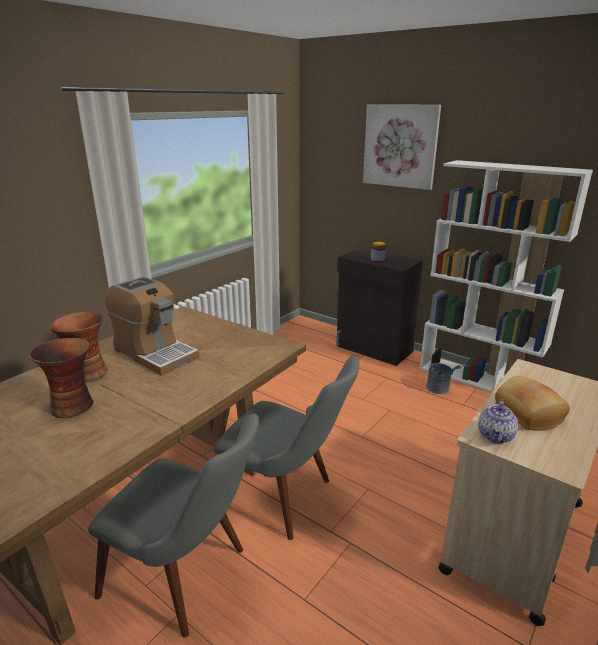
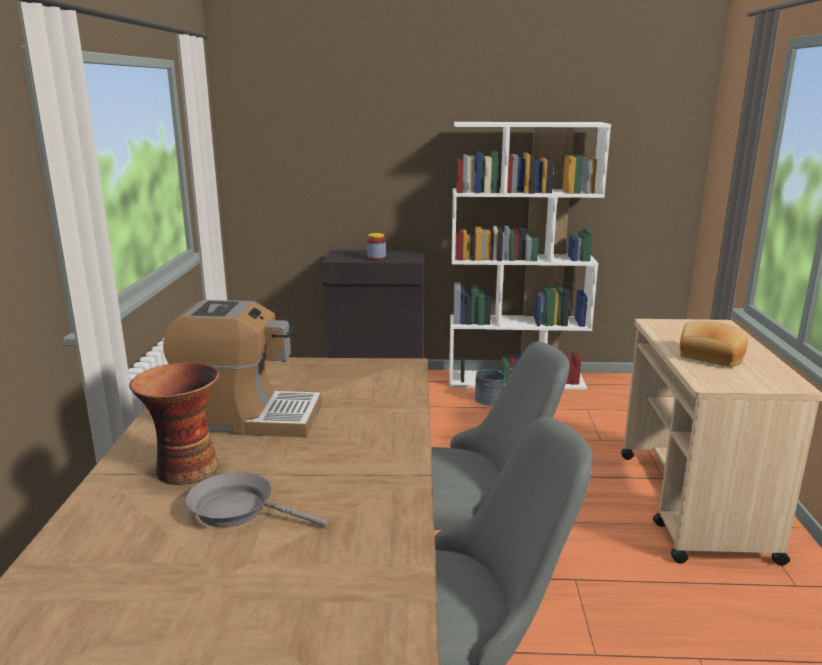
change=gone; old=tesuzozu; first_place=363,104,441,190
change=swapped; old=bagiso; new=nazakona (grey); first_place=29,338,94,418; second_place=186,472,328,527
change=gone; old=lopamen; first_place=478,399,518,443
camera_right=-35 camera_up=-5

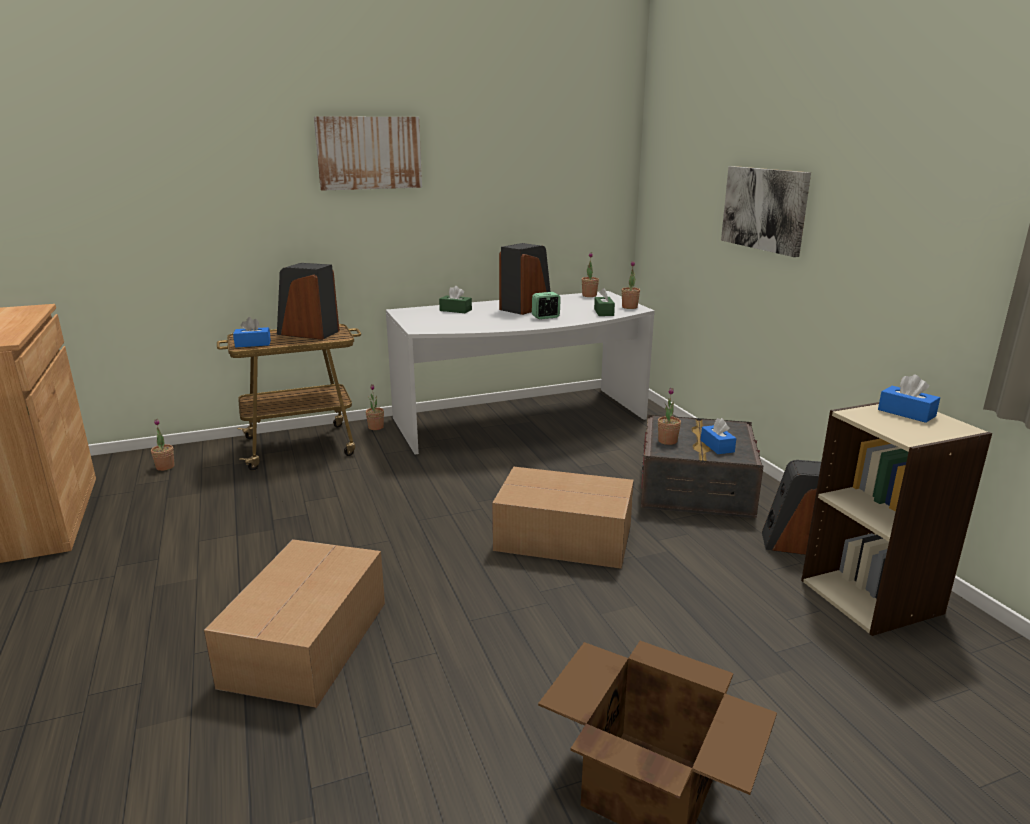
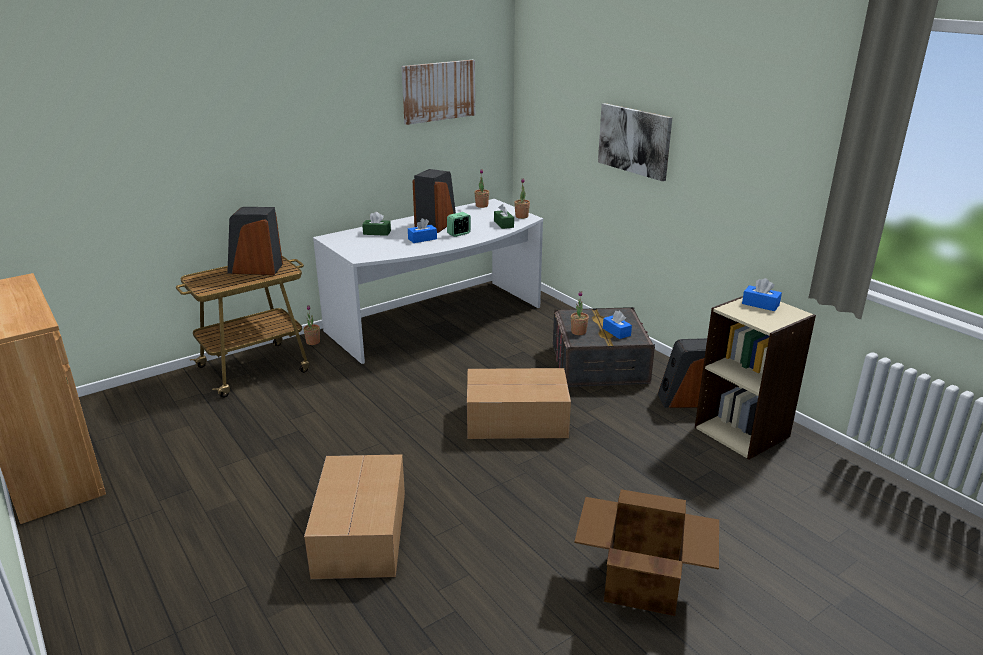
change=shifted; old=tesuzozu; first_place=314,116,422,191; second_place=402,60,475,125
change=shifted; old=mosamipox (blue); first_place=233,317,271,348; second_place=408,218,437,243
change=gone; old=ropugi; first_place=151,419,175,471
camera_right=-15 camera_up=5

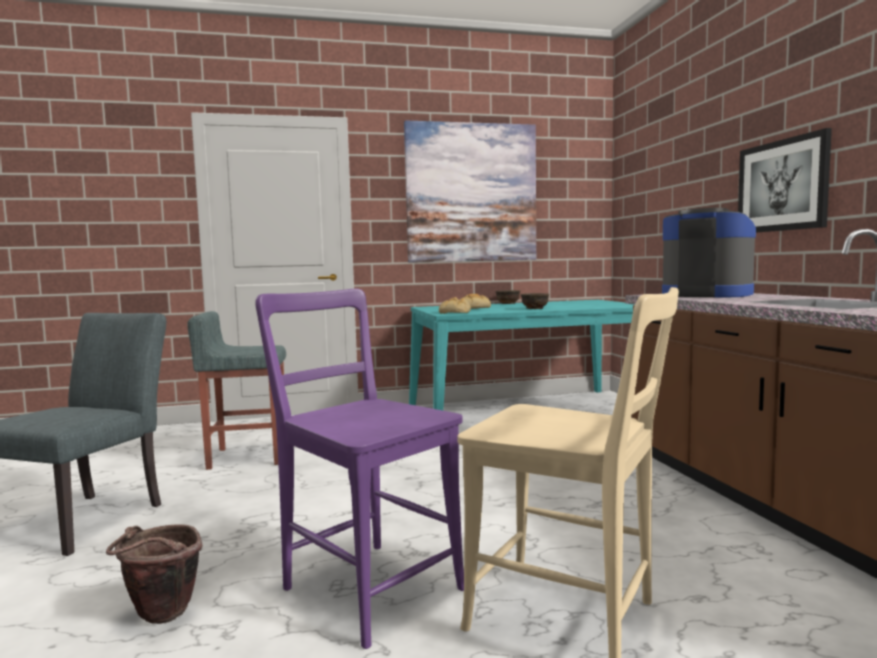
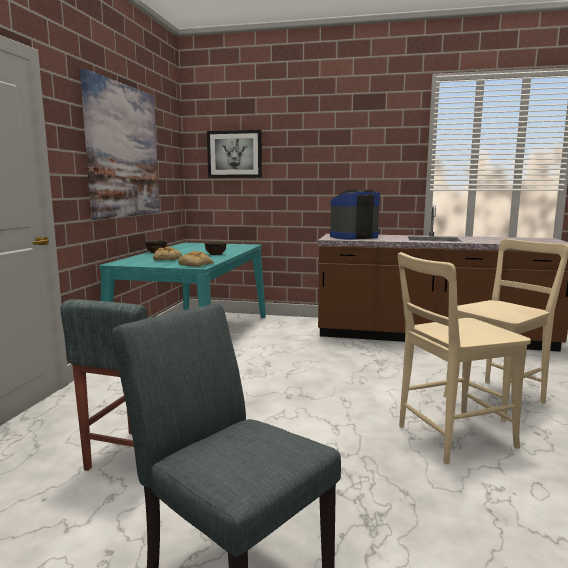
change=shifted; old=tesuzozu; first_place=738,128,832,233; second_place=207,130,262,178
change=repainted; old=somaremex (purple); new=somaremex (beige); first_place=255,289,464,649; second_place=398,252,531,464
change=gone; old=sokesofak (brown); first_place=106,524,203,624
camera_right=-65 camera_up=5

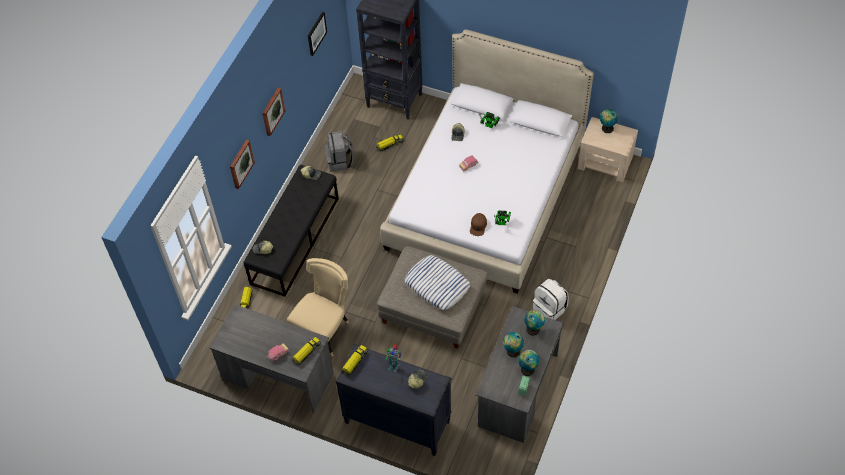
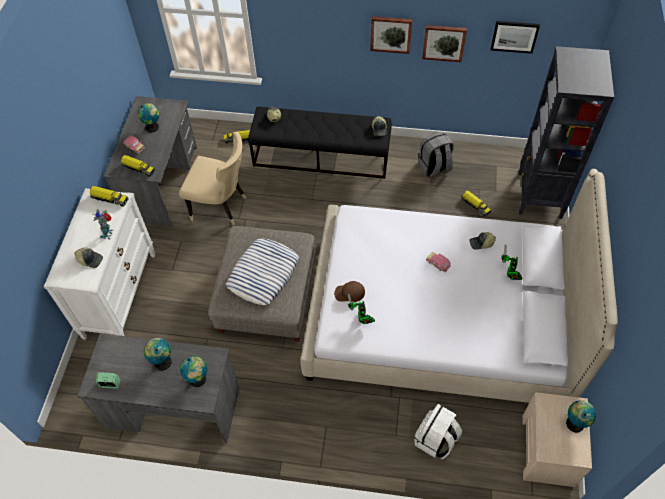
change=shifted; old=tesuzozu; first_place=230,139,255,189; second_place=422,25,467,62
change=shifted; old=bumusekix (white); first_place=533,279,569,320; second_place=414,404,462,459
change=repainted; old=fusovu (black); new=fusovu (white); first_place=335,344,452,456; second_place=44,188,156,340
change=shifted; old=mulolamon; first_place=518,350,539,376; second_place=138,103,159,133
camera_right=75 camera_up=0

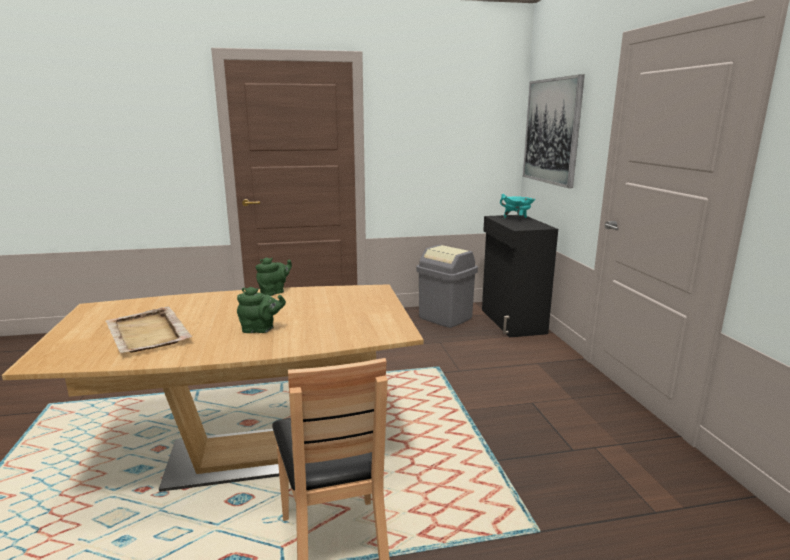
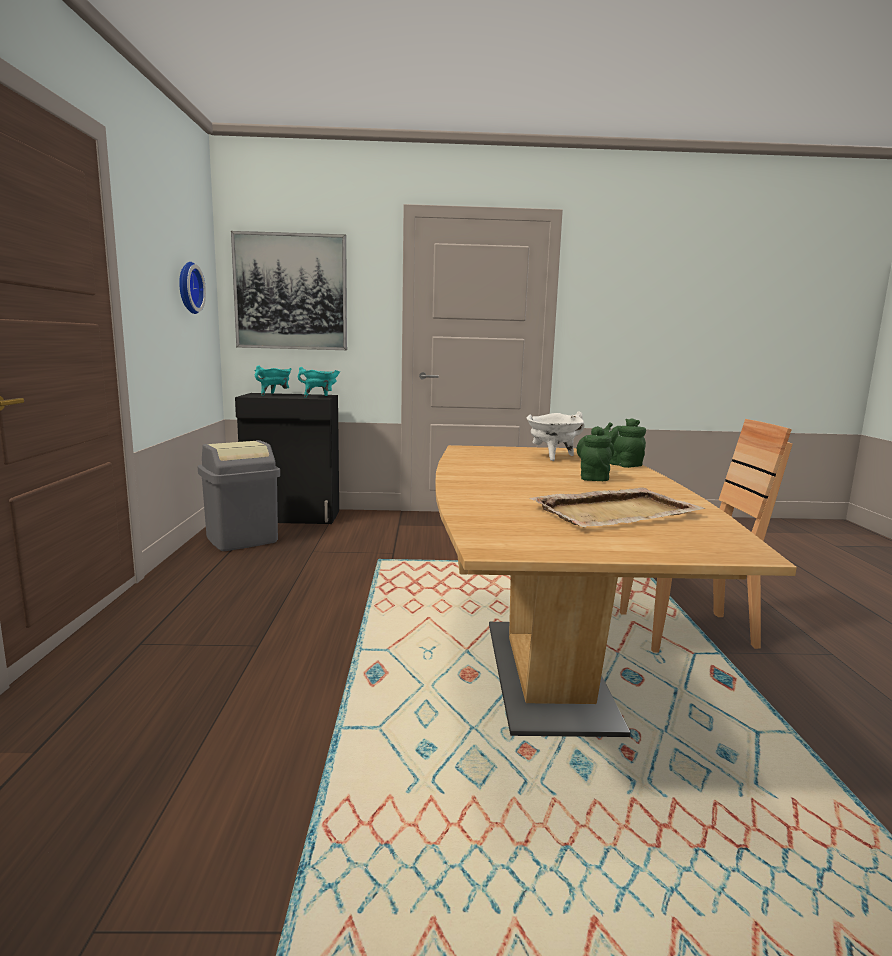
change=shifted; old=lopamen (green); first_place=256,257,292,296; second_place=604,418,646,468
change=new; new=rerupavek; second_place=179,262,206,314
change=new; new=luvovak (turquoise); second_place=298,367,340,398
change=new; new=luvovak (white); second_place=526,412,585,461
camera_right=-80 camera_up=-5

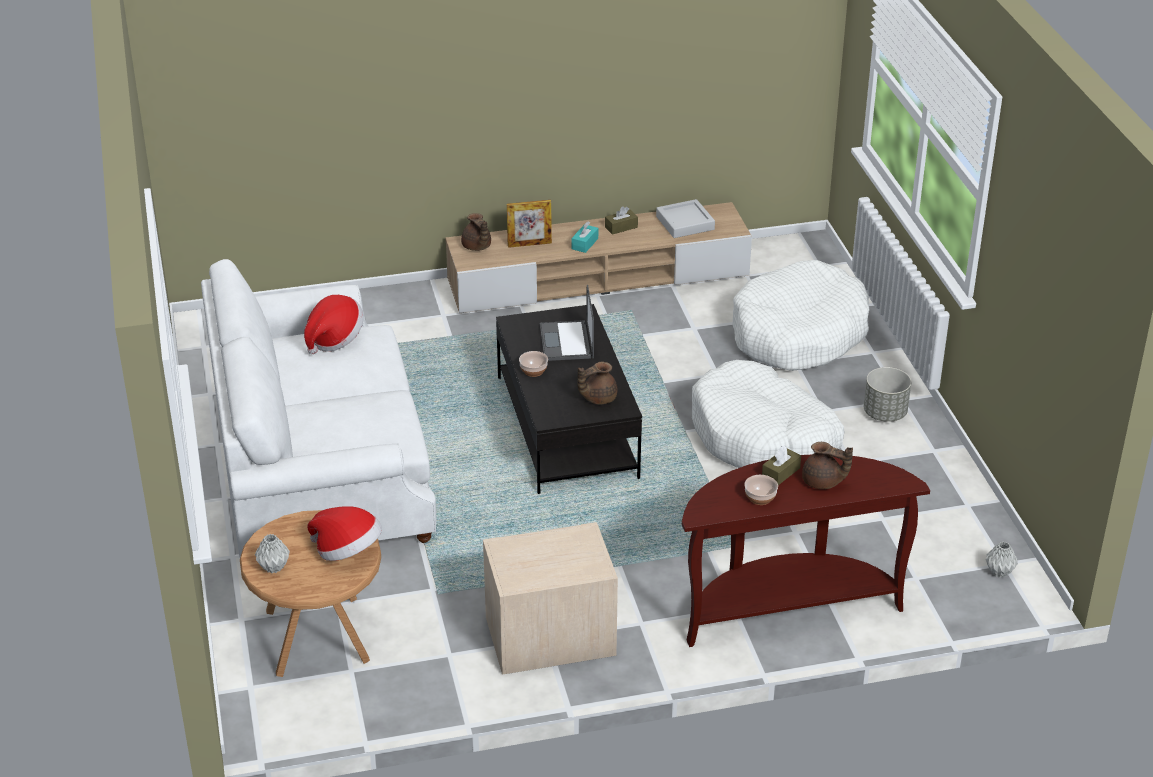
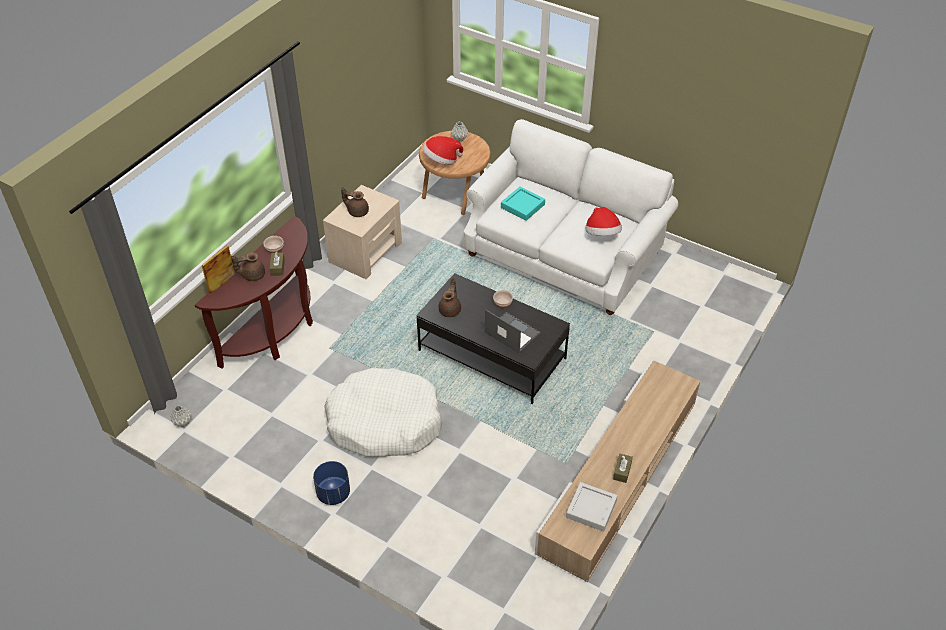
change=shifted; old=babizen; first_place=507,200,552,248; second_place=202,245,235,294
change=shifted; old=lopamen (brown); first_place=461,213,491,251; second_place=341,187,369,217
change=gone; old=mosamipox (turquoise); first_place=571,222,598,253
change=gone; old=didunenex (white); first_place=733,260,869,371
change=repainted; old=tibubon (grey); new=tibubon (blue); first_place=864,367,911,422; second_place=313,461,350,505
change=new; new=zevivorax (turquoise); second_place=501,186,545,221
camera_right=135 camera_up=10

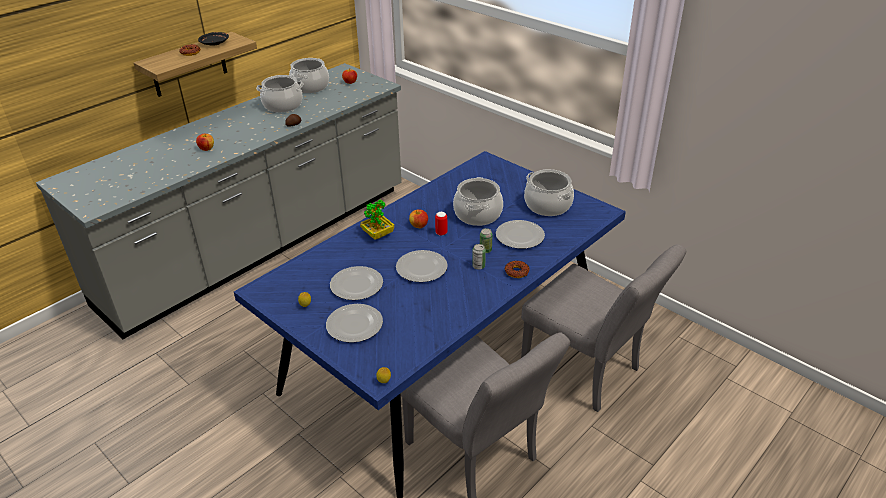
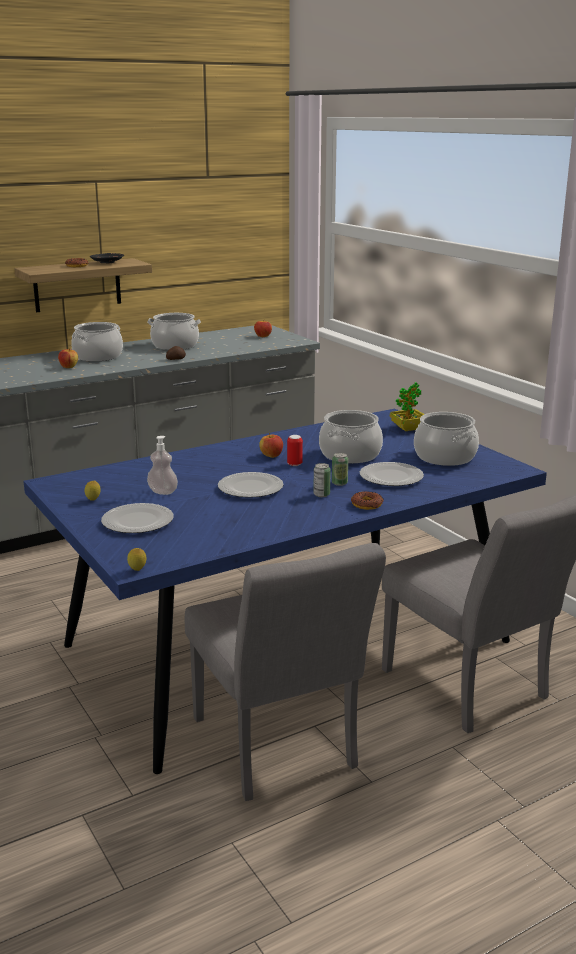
change=shifted; old=luvovak; first_place=289,58,329,93; second_place=71,322,123,361
change=shifted; old=ropugi; first_place=360,199,395,239; second_place=390,382,424,431
change=swapped; old=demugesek; new=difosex; first_place=330,266,383,300; second_place=147,436,178,495
camera_right=15 camera_up=-15

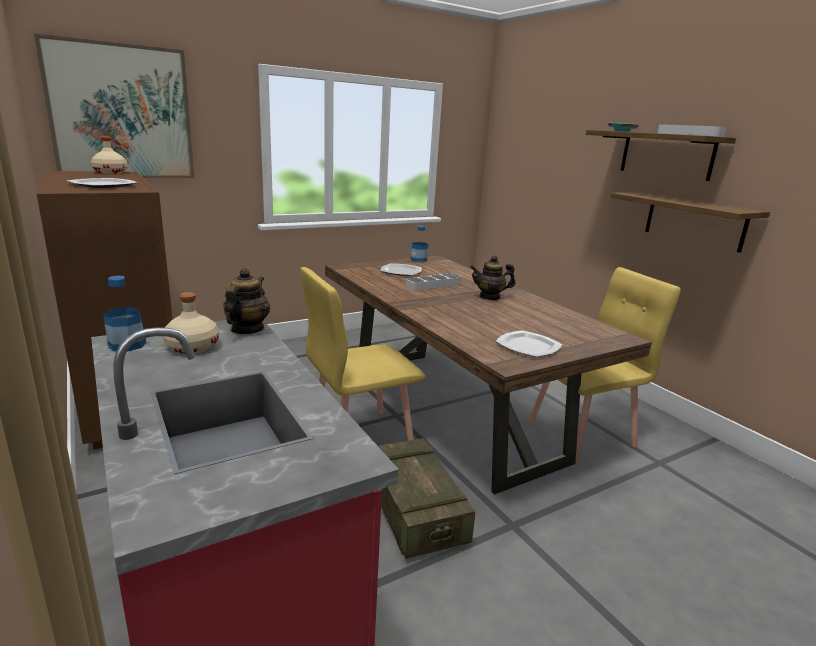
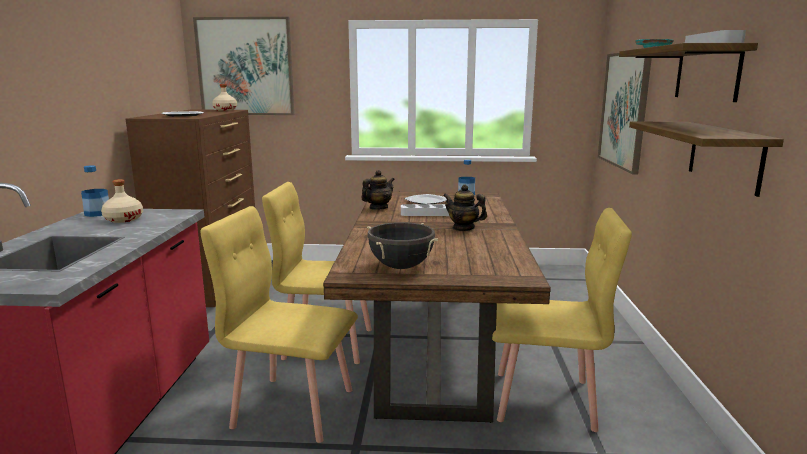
change=shifted; old=lopamen; first_place=223,268,270,334; second_place=361,170,395,210
change=swapped; old=demugesek; new=luvovak (black); first_place=495,330,562,357; second_place=367,222,438,269
change=swapped; old=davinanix; new=somaremex (yellow); first_place=378,438,475,559; second_place=200,206,358,443
change=new; new=tesuzozu; second_place=598,53,652,175
camera_right=35 camera_up=-5

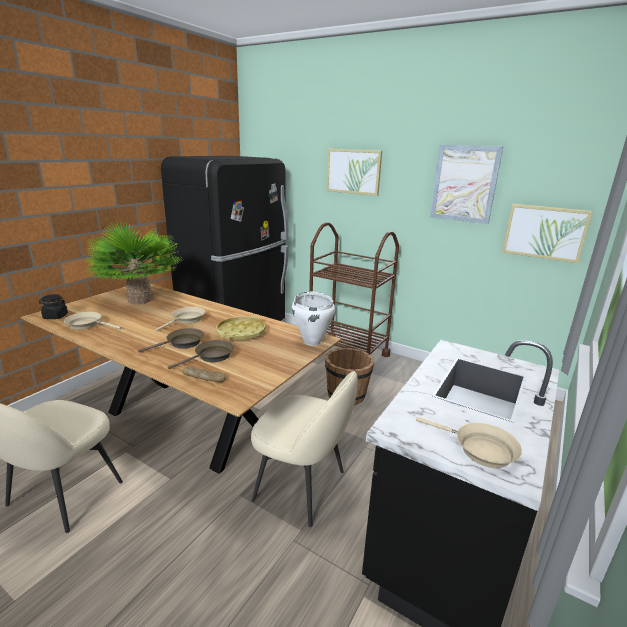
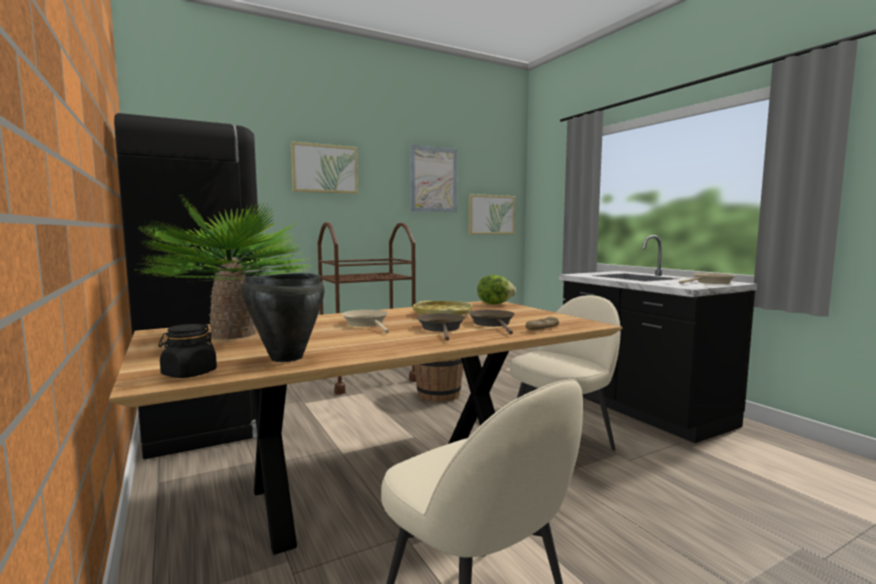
change=swapped; old=luvovak (white); new=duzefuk; first_place=292,292,335,346; second_place=477,275,516,304
change=swapped; old=nazakona (beige); new=luvovak (black); first_place=64,312,121,330; second_place=241,273,325,362
camera_right=-60 camera_up=-15

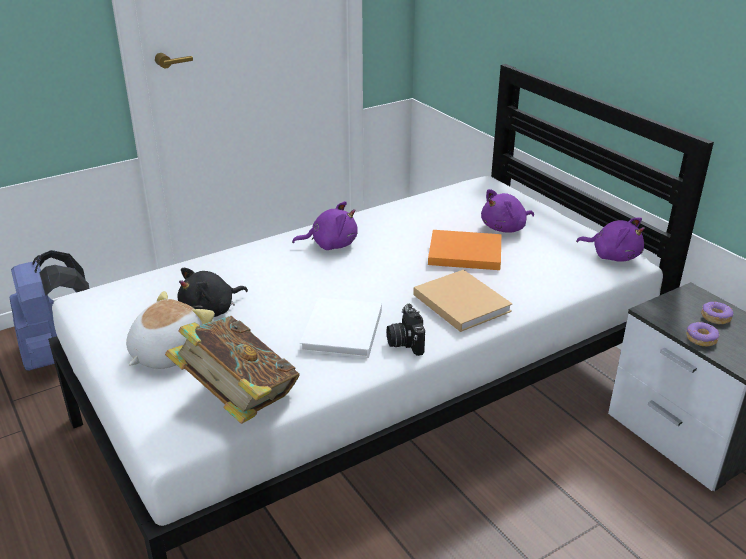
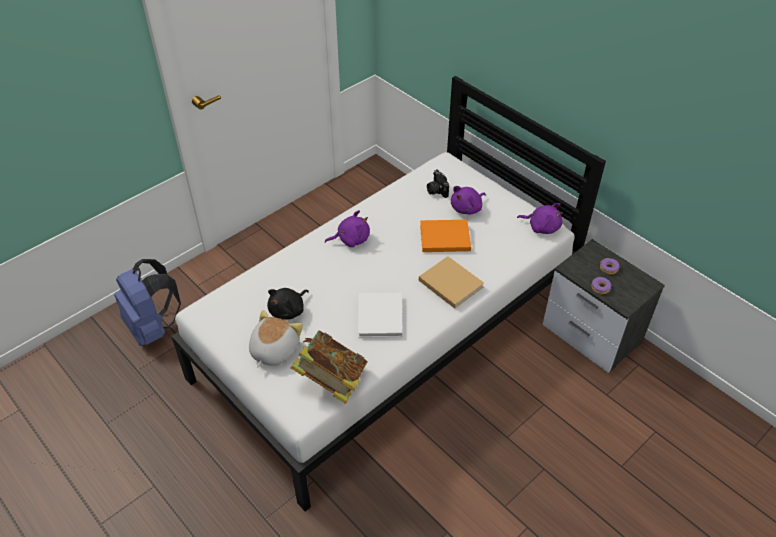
change=shifted; old=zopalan; first_place=387,304,425,356; second_place=427,169,449,198
camera_right=-10 camera_up=15

